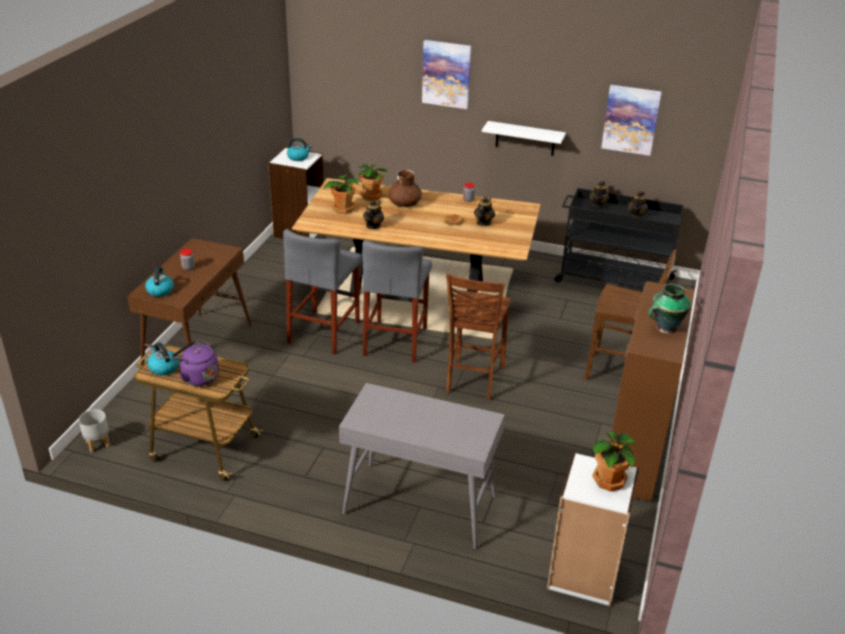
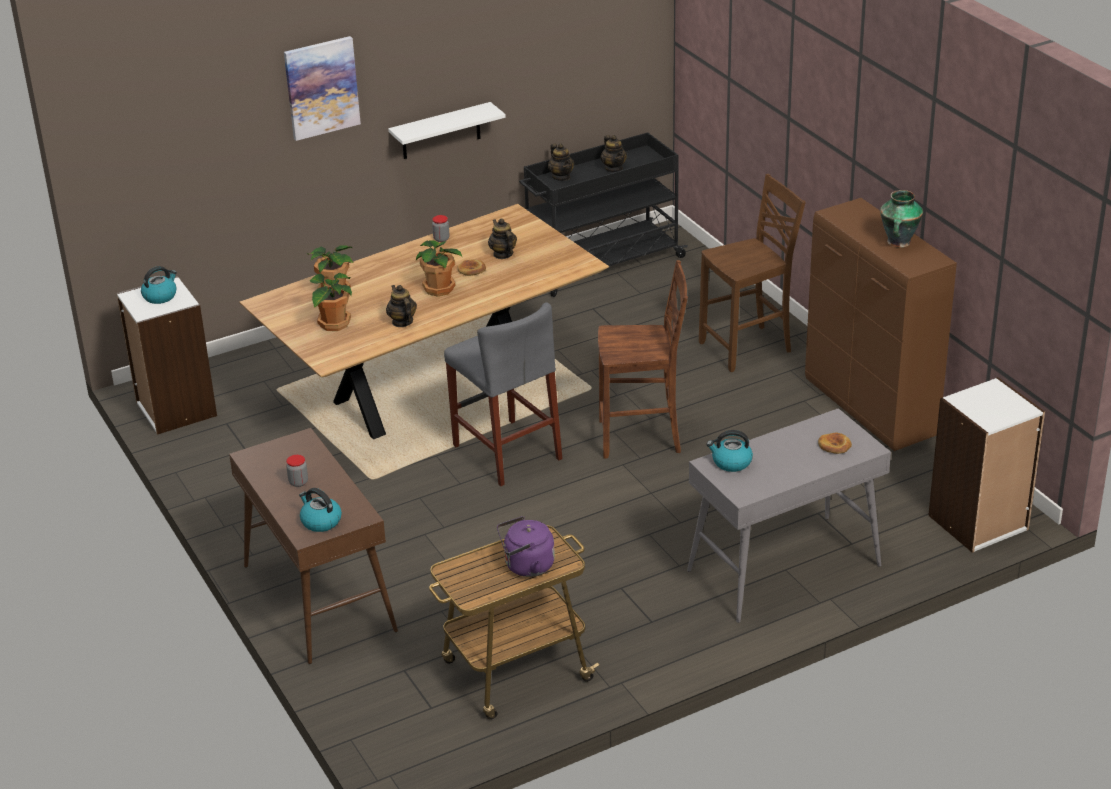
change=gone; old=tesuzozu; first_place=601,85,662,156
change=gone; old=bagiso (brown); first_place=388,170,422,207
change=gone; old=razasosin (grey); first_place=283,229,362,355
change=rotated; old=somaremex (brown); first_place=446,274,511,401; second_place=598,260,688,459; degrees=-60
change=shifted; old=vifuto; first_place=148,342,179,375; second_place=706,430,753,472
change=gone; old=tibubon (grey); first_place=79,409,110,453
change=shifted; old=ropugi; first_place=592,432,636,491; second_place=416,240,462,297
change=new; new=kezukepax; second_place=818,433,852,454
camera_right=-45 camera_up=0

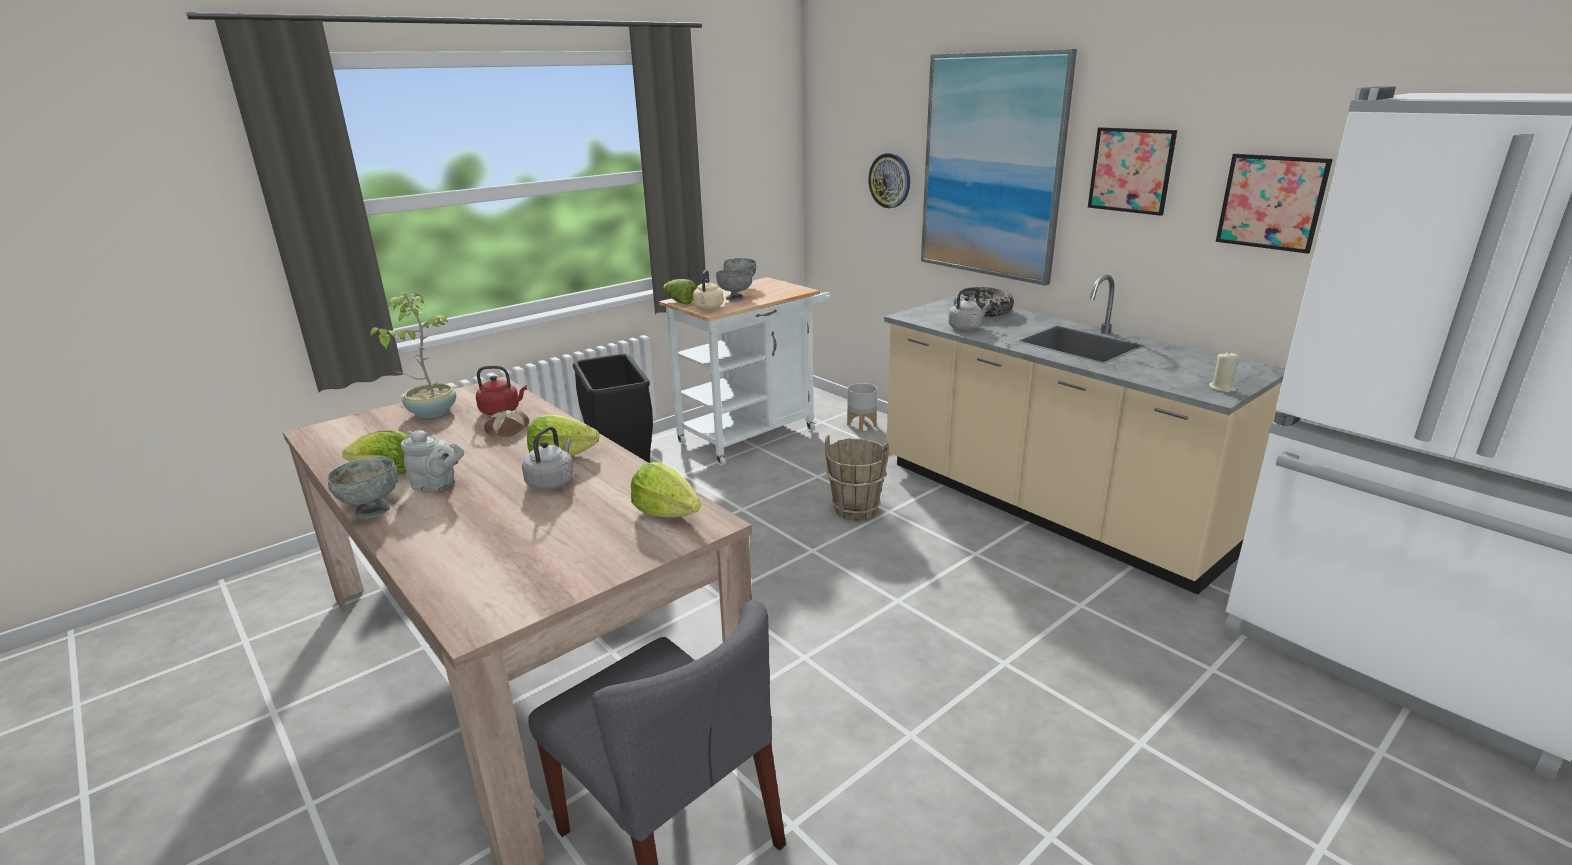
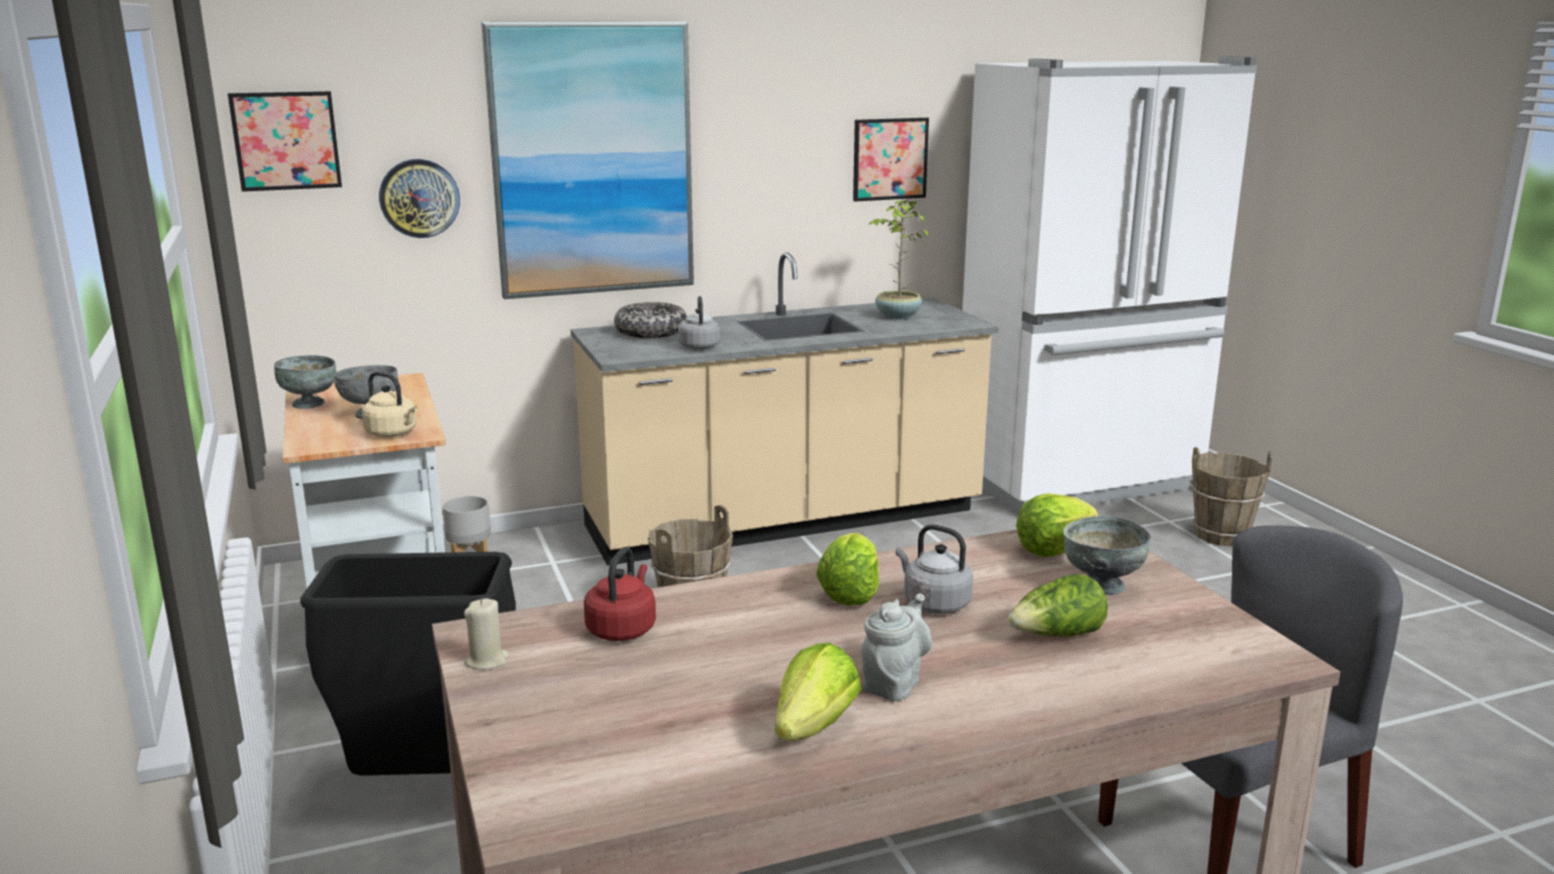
change=shifted; old=tesuzozu; first_place=1088,127,1177,216; second_place=228,91,342,192
change=shifted; old=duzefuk; first_place=663,279,697,304; second_place=1007,574,1108,636
change=shifted; old=ropugi; first_place=370,292,456,418; second_place=868,199,928,319
change=shifted; old=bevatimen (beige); first_place=1209,351,1239,393; second_place=464,599,509,670
change=gone; old=kezukepax; first_place=484,410,529,437
change=shifted; old=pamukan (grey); first_place=326,456,398,518; second_place=1063,516,1151,595
change=new; new=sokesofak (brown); second_place=1190,447,1272,546
camera_right=-70 camera_up=-5

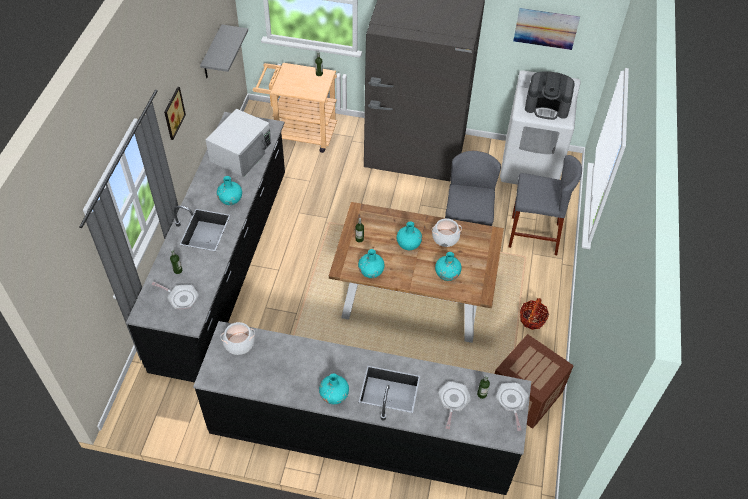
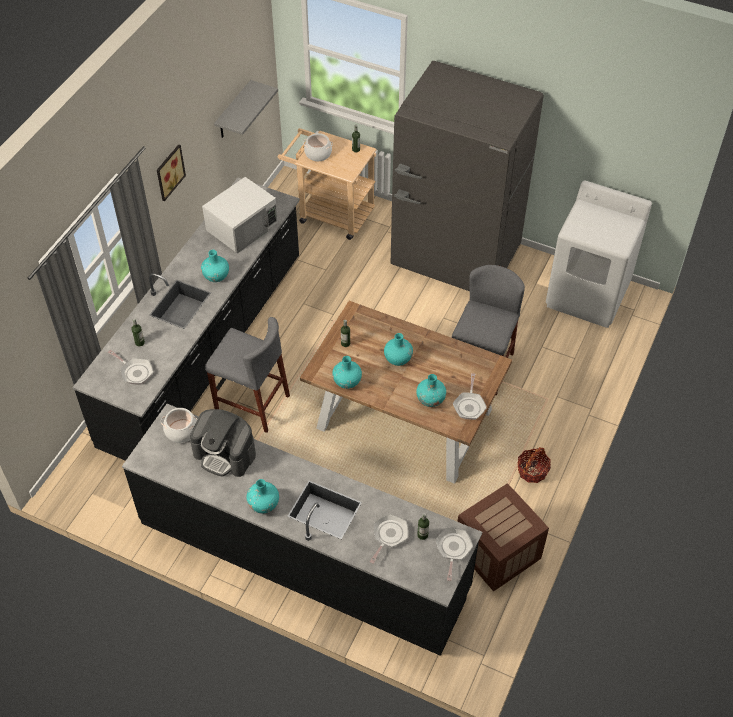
change=gone; old=tesuzozu; first_place=513,8,580,50
change=shifted; old=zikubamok; first_place=525,71,575,120; second_place=190,409,256,477
change=shifted; old=razasosin (grey); first_place=508,155,582,255; second_place=205,317,290,433
change=shifted; old=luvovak; first_place=432,218,462,247; second_place=303,133,333,161
change=new; new=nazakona; second_place=453,373,487,420
camera_right=15 camera_up=0

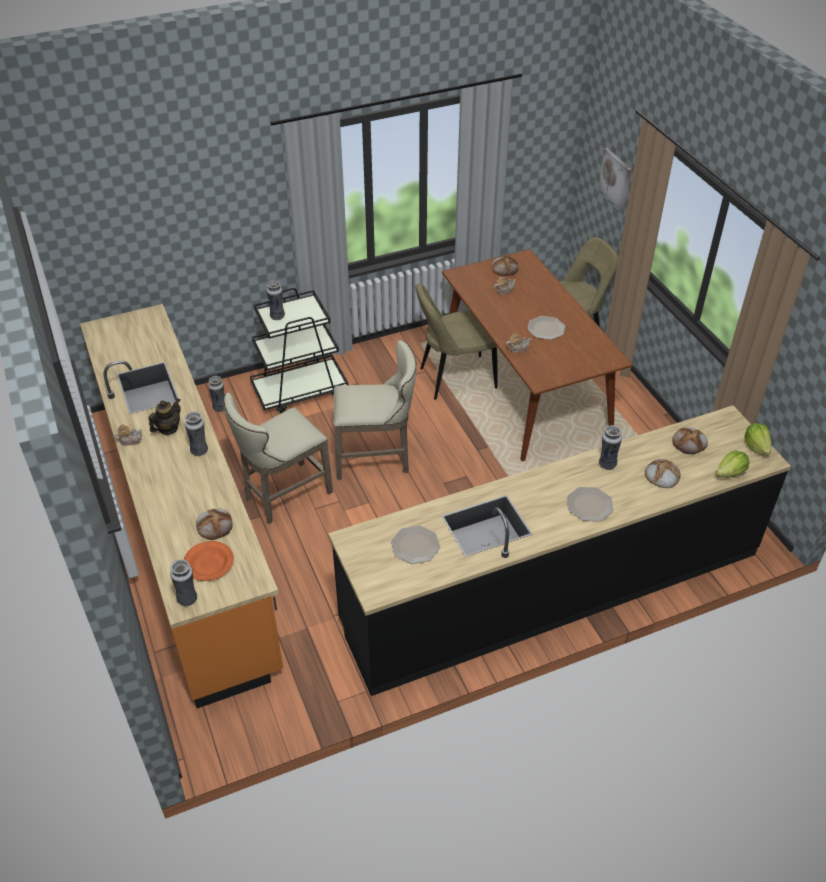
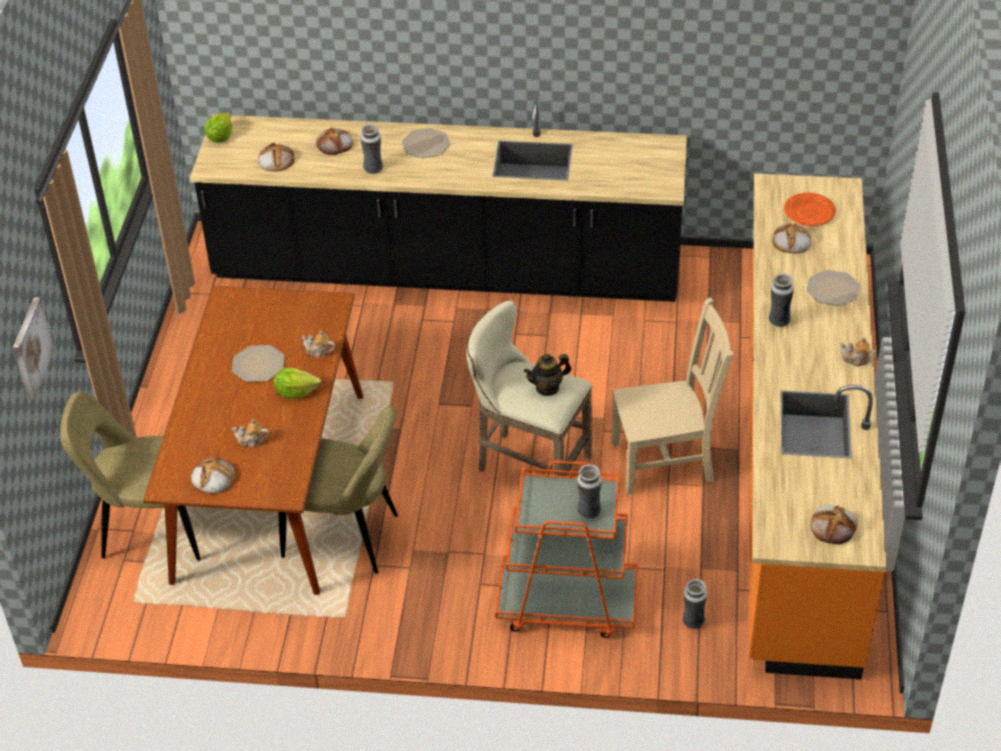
change=repainted; old=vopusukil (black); new=vopusukil (orange); first_place=250,288,348,414; second_place=495,460,638,638
change=swapped; old=razasosin (beige); new=somaremex (beige); first_place=223,393,333,524; second_place=612,297,733,495
change=shifted; old=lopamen; first_place=149,399,181,435; second_place=524,354,571,396
change=shifted; old=duzefuk; first_place=715,451,749,478; second_place=273,368,321,399
change=shifted; old=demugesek; first_place=391,526,440,564; second_place=807,270,860,306
change=gone; old=bagiso; first_place=170,559,197,606
change=new; new=kezukepax; second_place=810,505,857,544
camera_right=-150 camera_up=0

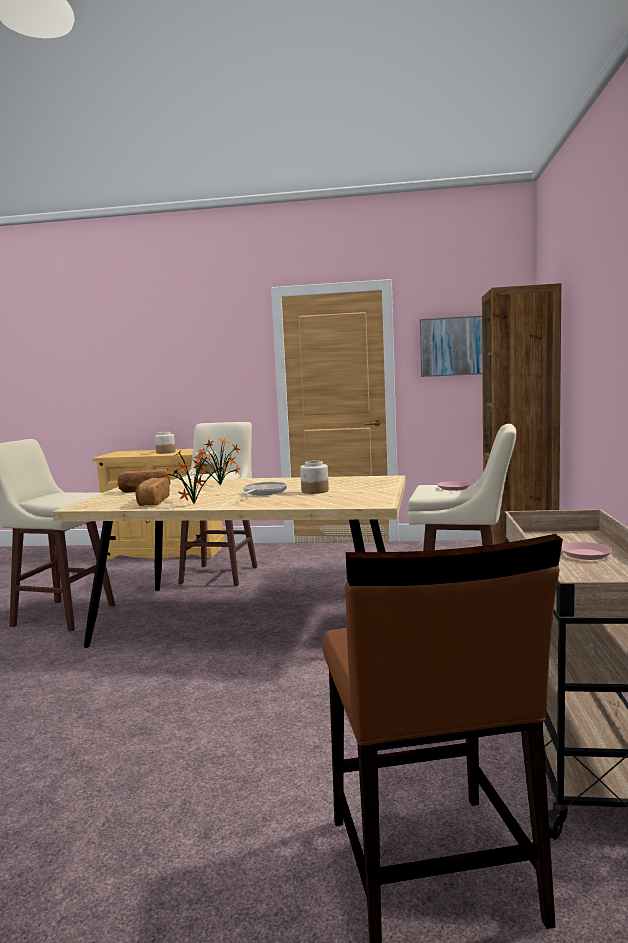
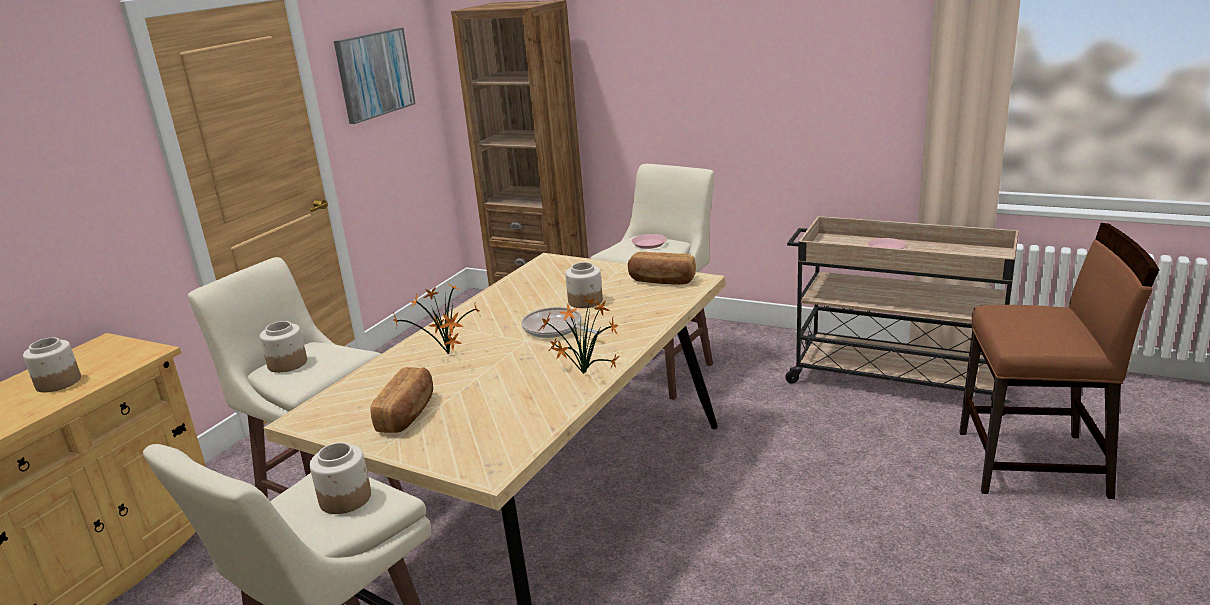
change=shifted; old=kezukepax; first_place=135,477,170,506; second_place=628,251,696,285
change=new; new=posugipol; second_place=310,442,371,514
camera_right=-70 camera_up=15

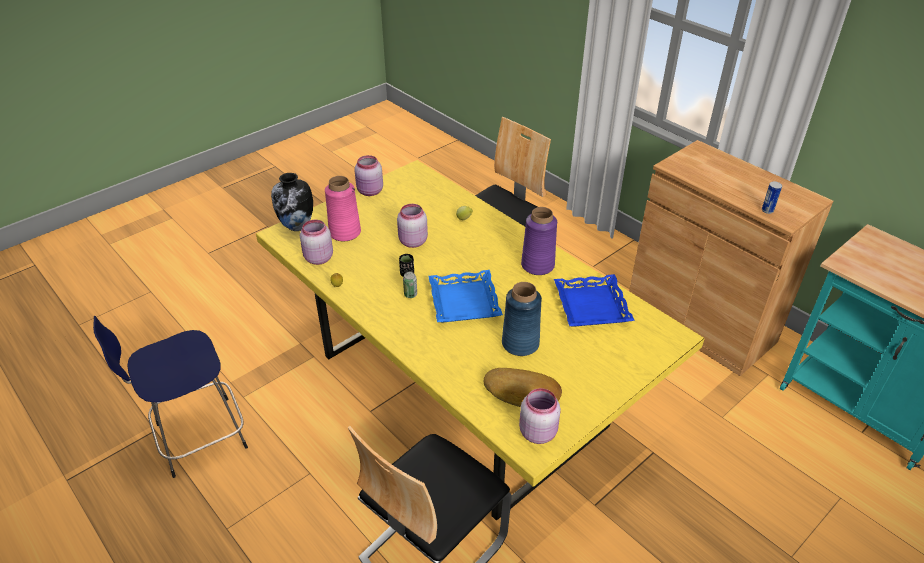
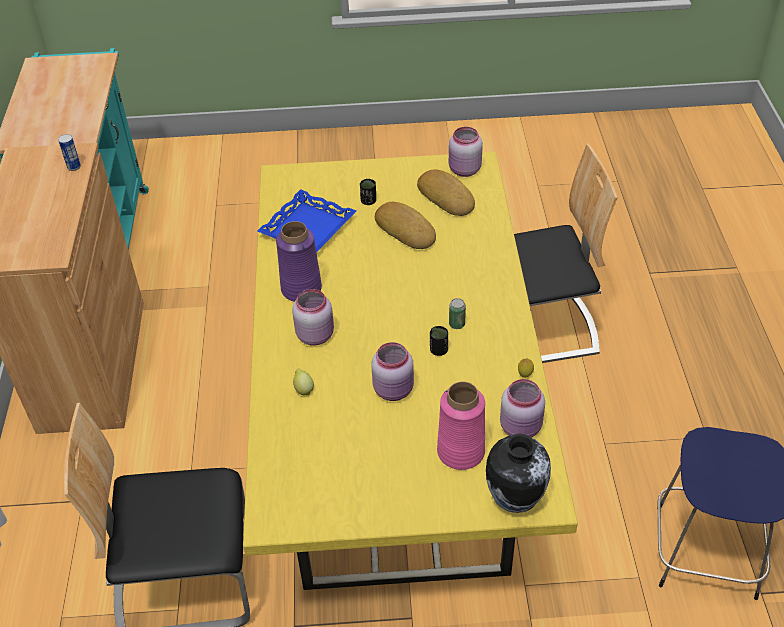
change=shifted; old=posugipol (pink); first_place=355,155,383,196; second_place=292,289,334,346
change=gone; old=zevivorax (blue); first_place=429,270,503,322
change=swapped; old=bagiso (blue); new=kezukepax; first_place=502,282,542,356; second_place=375,202,436,249
change=new; new=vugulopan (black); second_place=360,179,376,205
camera_right=-140 camera_up=5

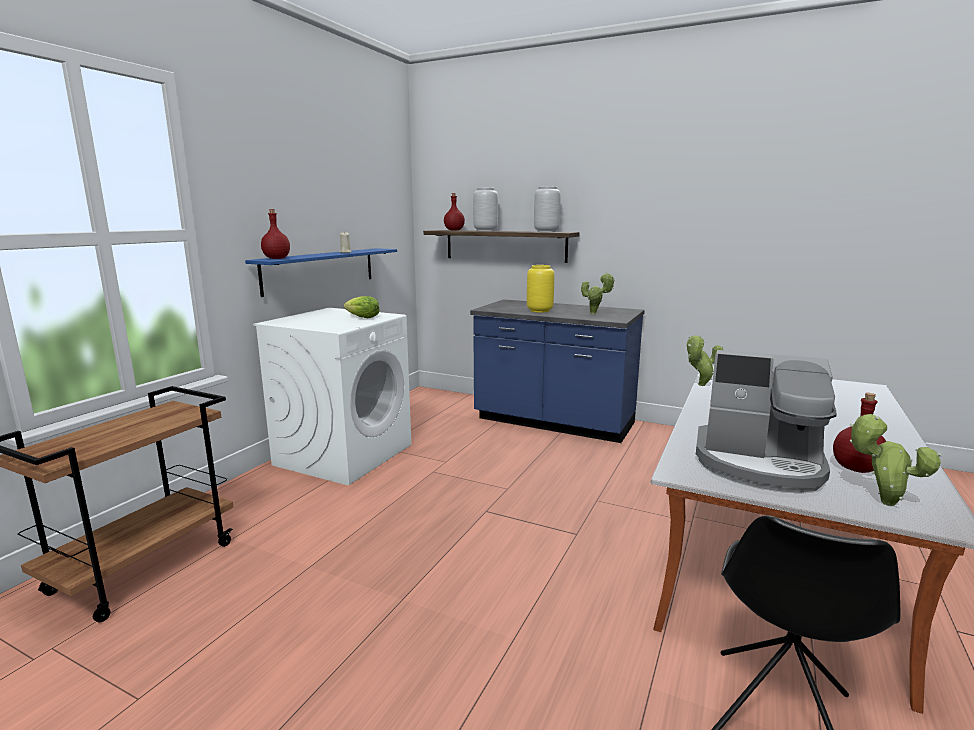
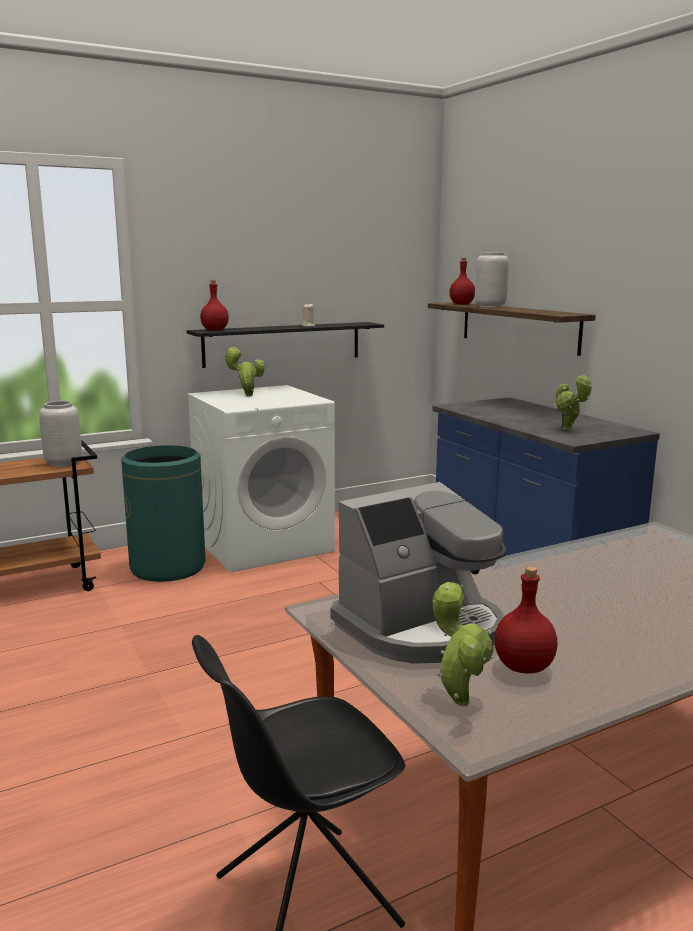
change=shifted; old=bagiso (grey); first_place=534,186,561,232; second_place=39,401,82,467
change=repainted; old=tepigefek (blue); new=tepigefek (black); first_place=245,248,397,297; second_place=187,322,384,368
change=gone; old=bagiso (yellow); first_place=527,265,554,313
change=gone; old=duzefuk; first_place=344,296,379,318
change=shifted; old=ropugi; first_place=687,335,723,386; second_place=224,347,265,396
change=rotated; old=zikubamok; first_place=696,350,837,493; second_place=330,482,506,664; degrees=-90
change=new; new=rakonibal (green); second_place=121,445,206,582
camera_right=35 camera_up=0

